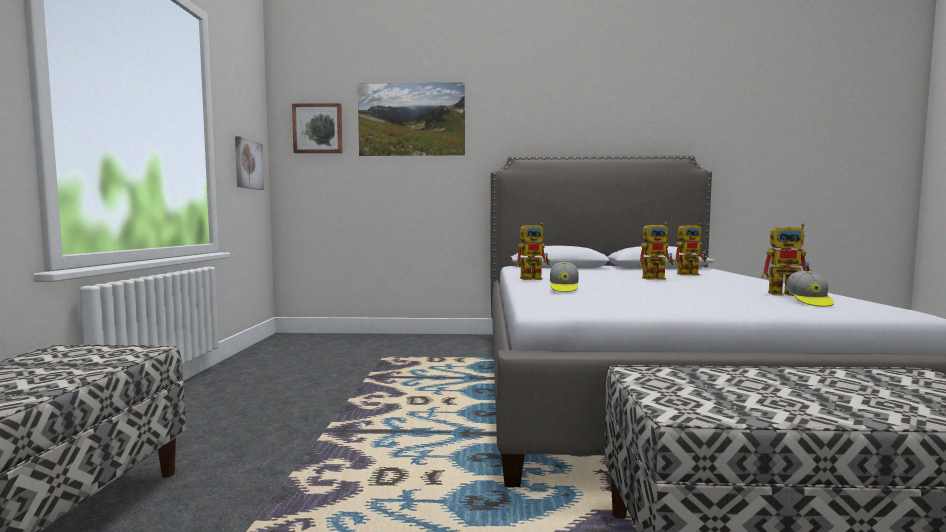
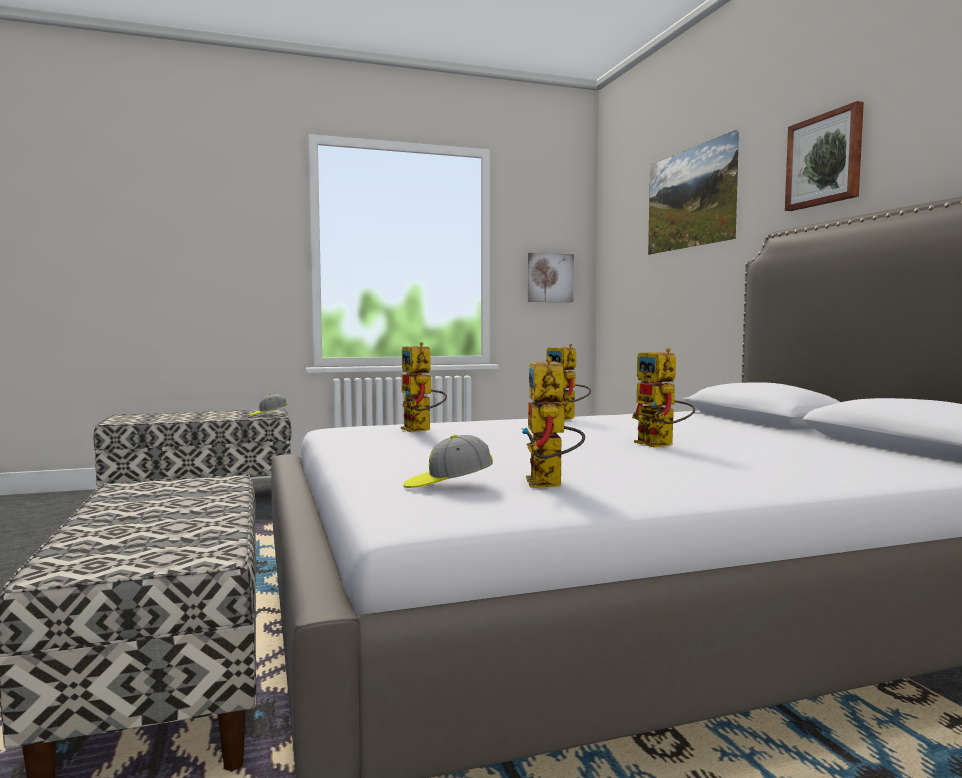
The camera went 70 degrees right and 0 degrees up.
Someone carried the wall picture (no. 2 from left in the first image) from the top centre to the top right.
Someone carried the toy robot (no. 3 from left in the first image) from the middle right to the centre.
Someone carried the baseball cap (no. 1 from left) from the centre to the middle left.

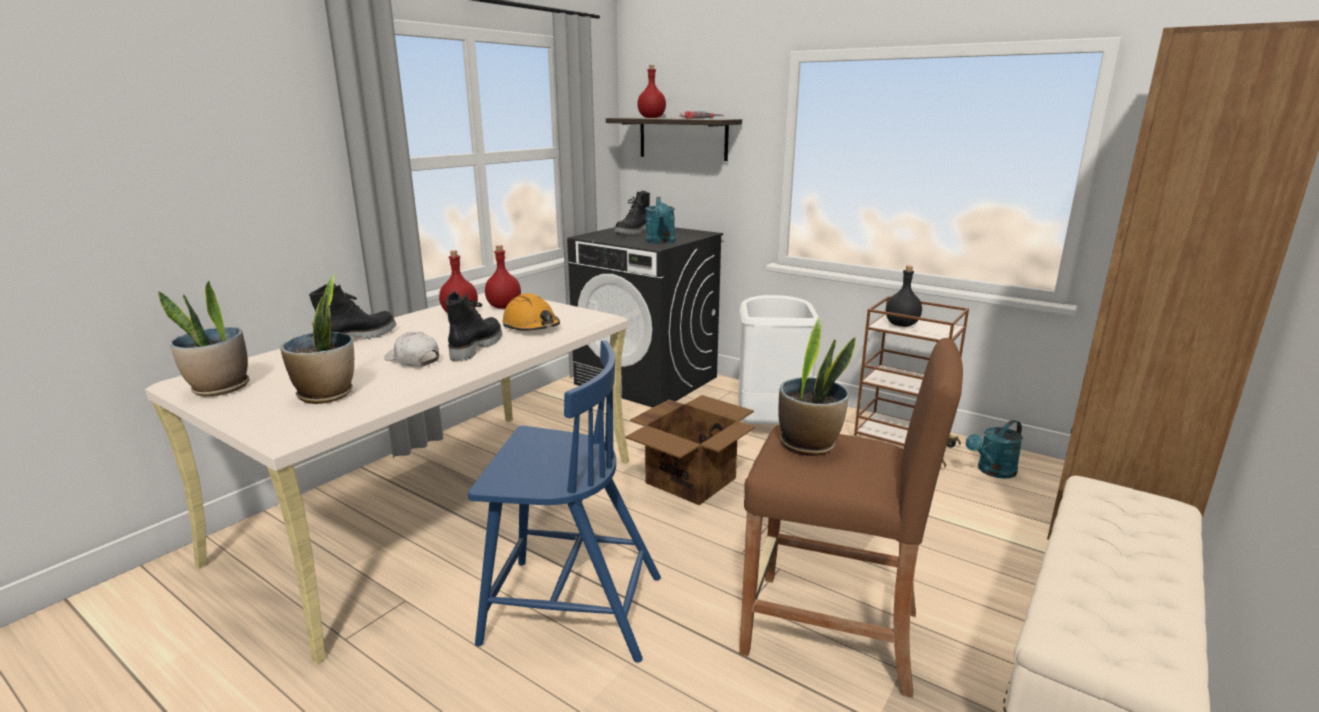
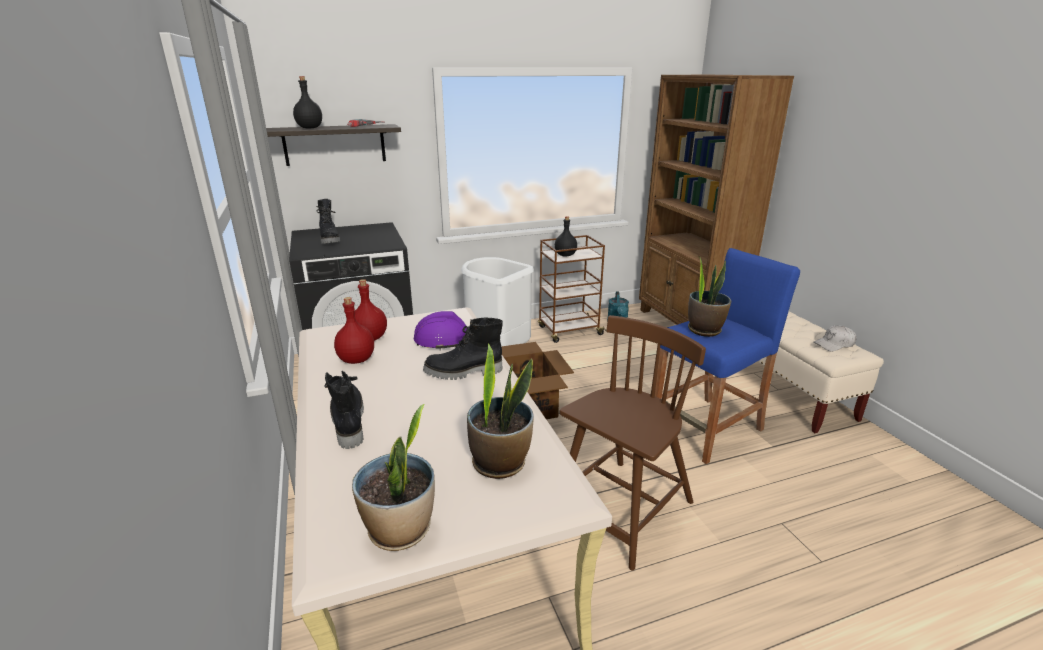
The camera went 55 degrees left and 5 degrees up.
Someone repainted the bottle (red-coloured) (no. 3 from left) at the top centre, which became the bottle (black-coloured) (no. 1 from left) at the top left.
Someone took away the watering can (turquoise-coloured) (no. 1 from left) at the top centre.
Someone rotated the high-top boot (black-coloured) (no. 2 from left in the first image) at the centre by 60 degrees counterclockwise.
Someone repainted the work helmet (orange-coloured) at the centre, which became the work helmet (purplish) at the centre.
Someone carried the baseball cap (white-coloured) from the middle left to the middle right.
Someone repainted the sitting stool (brownish) at the bottom centre, which became the sitting stool (blue-coloured) at the middle right.
Someone repainted the chair (blue-coloured) at the bottom centre, which became the chair (brownish) at the bottom centre.

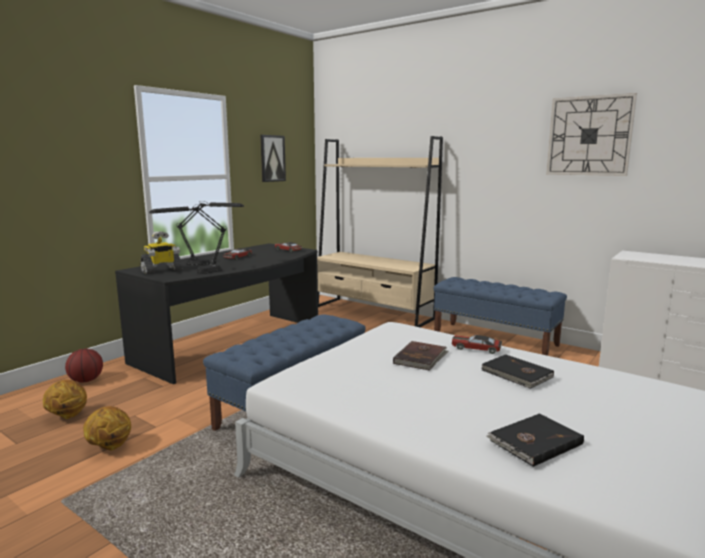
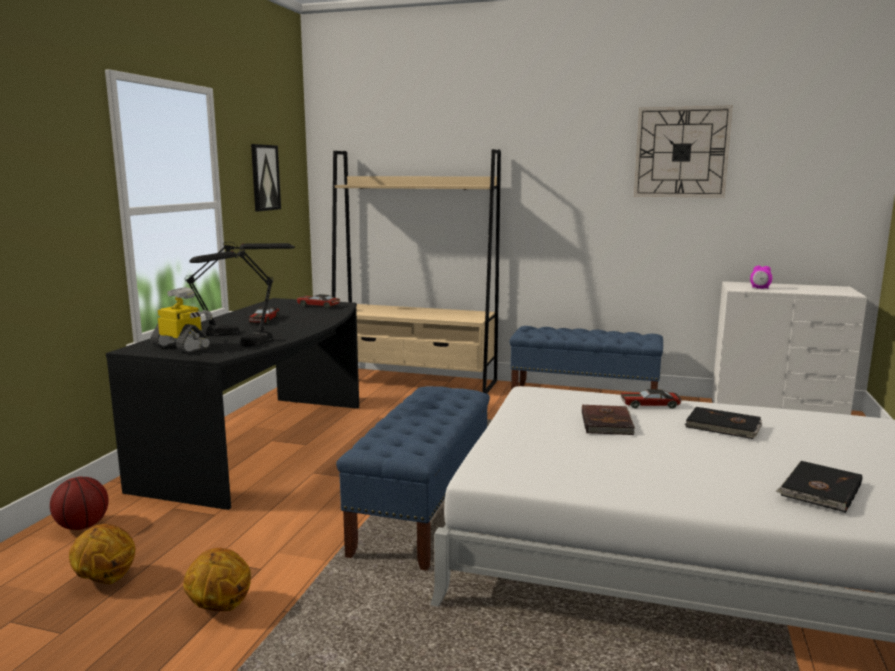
The camera went 20 degrees left and 0 degrees up.
Someone rotated the toy robot at the middle left by 90 degrees counterclockwise.
Someone put down the table clock at the middle right.

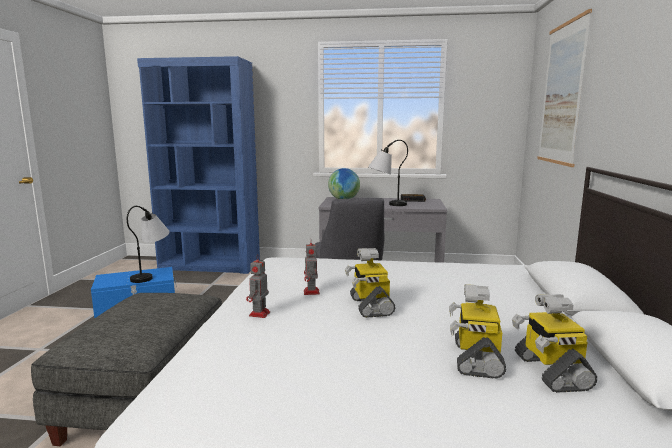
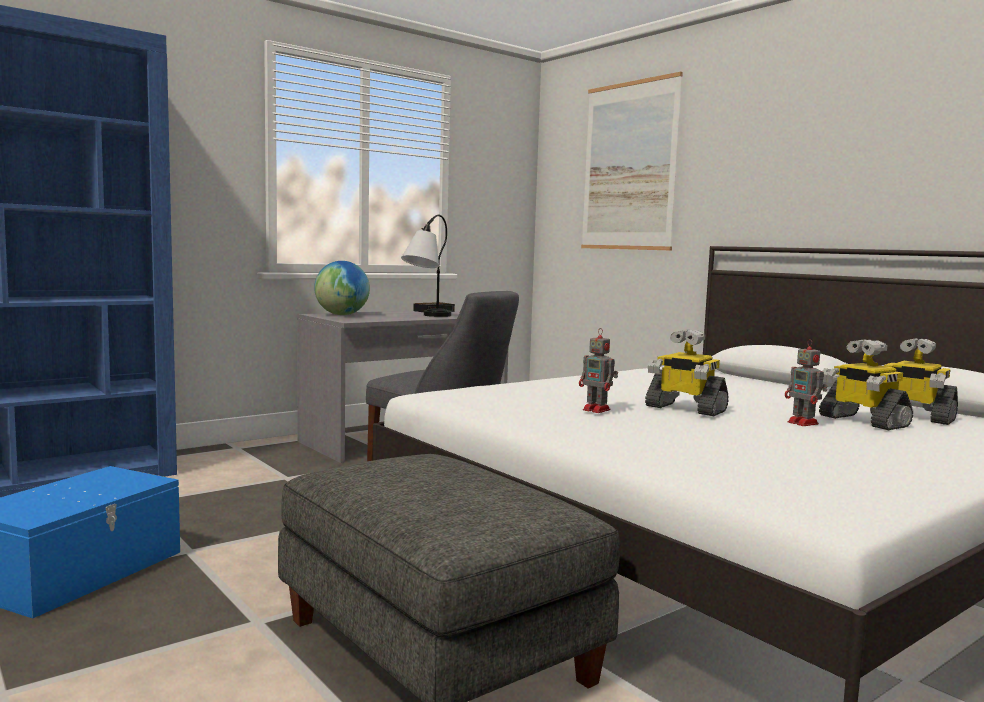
The camera went 45 degrees left and 5 degrees down.
Someone took away the lamp for a table (no. 1 from left) at the middle left.
Someone carried the toy robot (no. 1 from left in the first image) from the centre to the middle right.

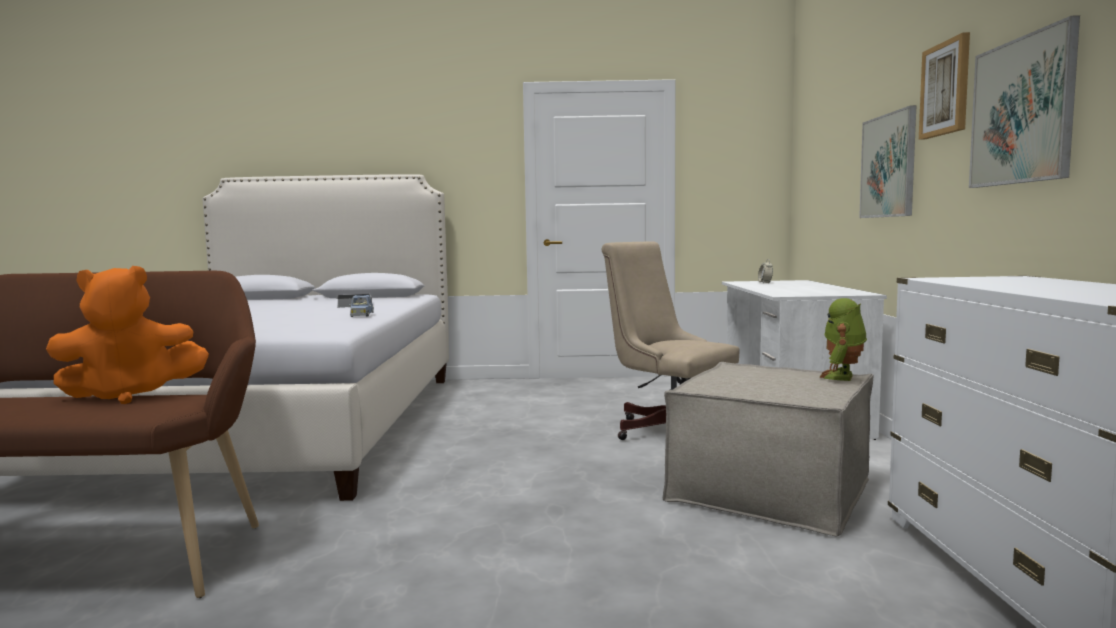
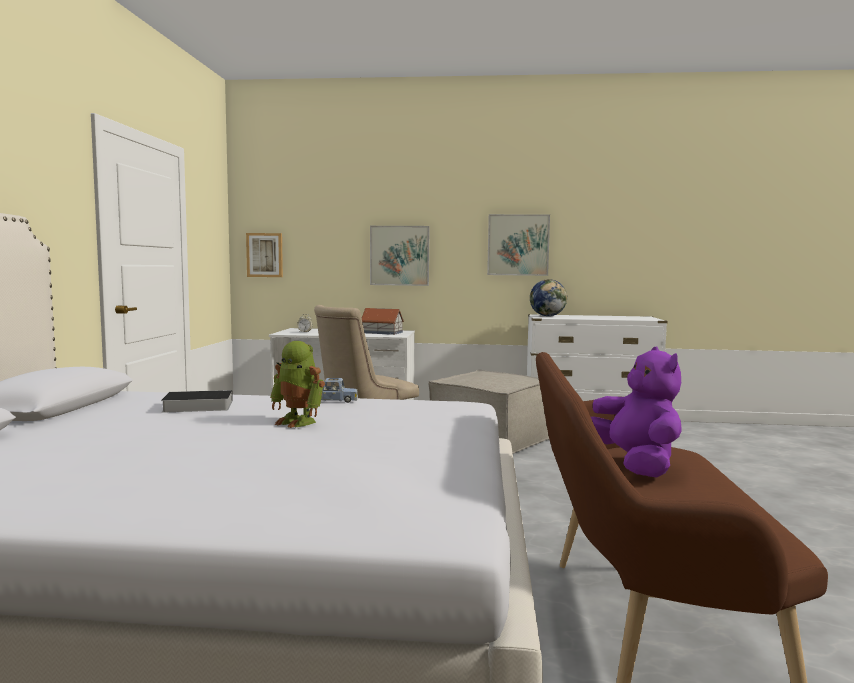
The camera went 85 degrees left and 0 degrees up.
Someone carried the wall picture (no. 2 from left in the first image) from the top right to the middle left.
Someone repainted the cuddly toy (orange-coloured) at the middle left, which became the cuddly toy (purplish) at the middle right.
Someone carried the toy robot from the middle right to the centre.
Someone put down the globe at the centre.
Someone put down the model house at the centre.

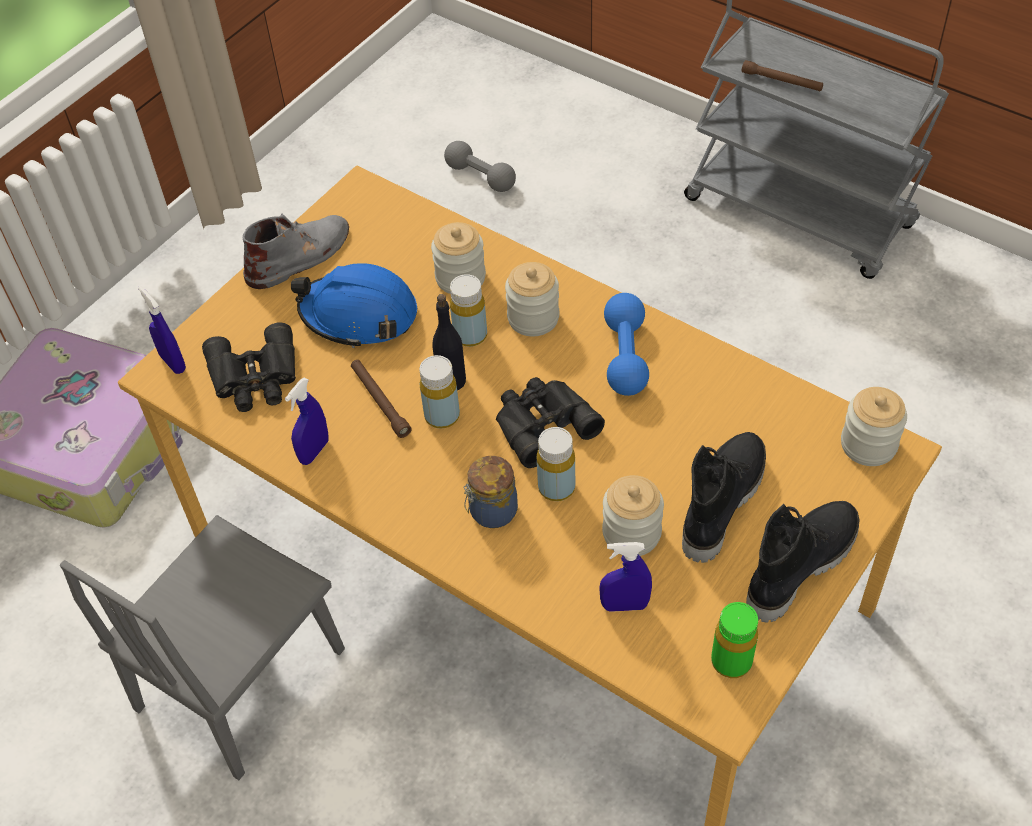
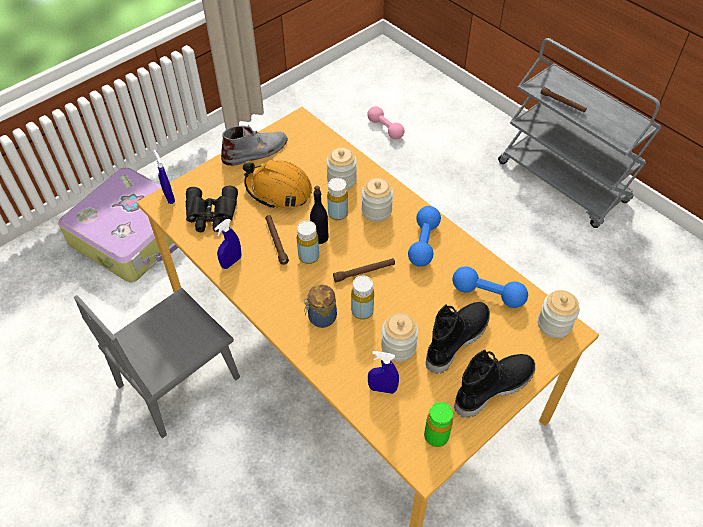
The camera went 10 degrees right and 0 degrees up.
Someone repainted the hand weight (grey) at the top centre, which became the hand weight (pinkish) at the top centre.
Someone repainted the work helmet (blue-coloured) at the centre, which became the work helmet (orange-coloured) at the centre.
Someone swapped the field glasses (black-coloured) (no. 2 from left) at the centre for the flashlight (brownish) (no. 2 from left) at the centre.
Someone put down the hand weight (blue-coloured) (no. 2 from left) at the middle right.

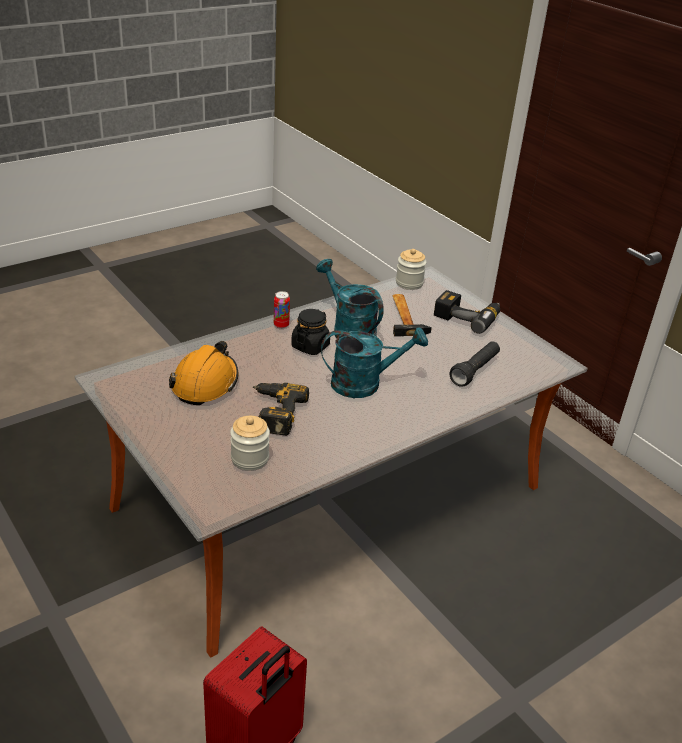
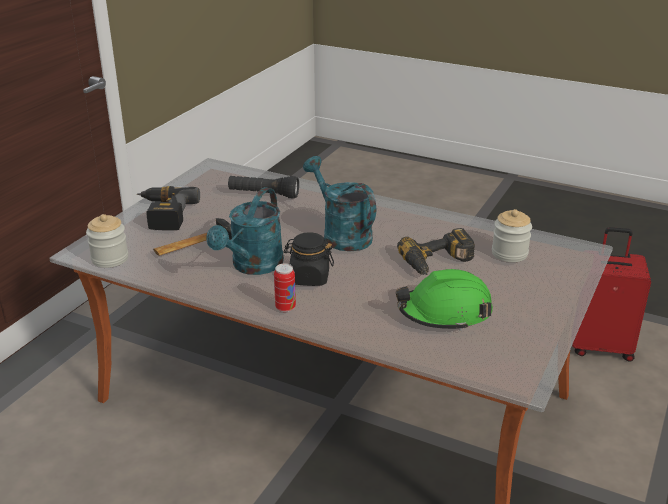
The camera went 115 degrees left and 5 degrees down.
Someone repainted the work helmet (orange-coloured) at the middle left, which became the work helmet (green-coloured) at the centre.

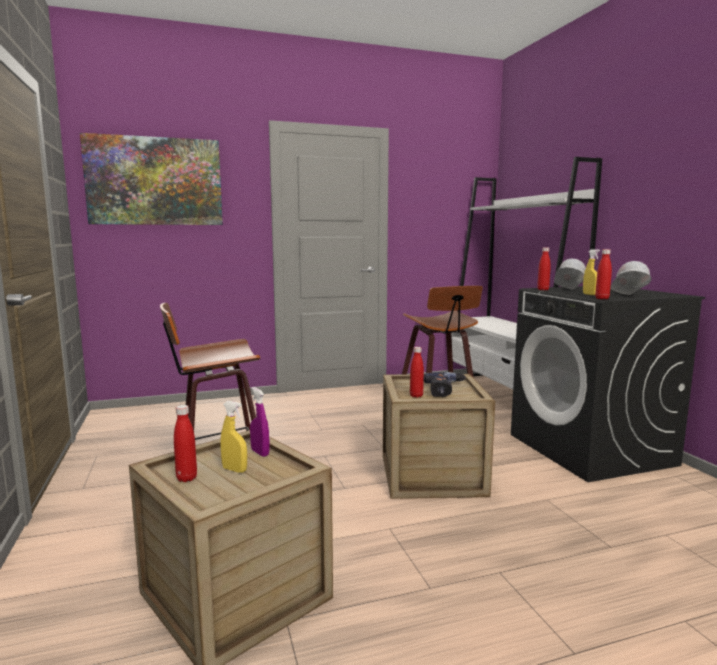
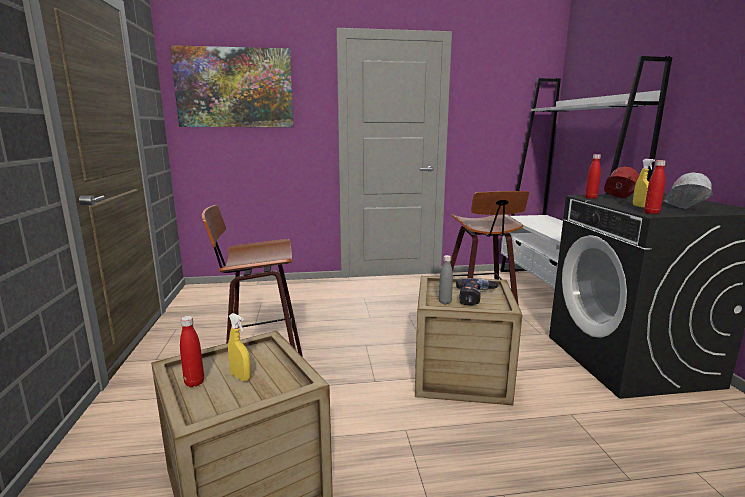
The camera went 10 degrees right and 5 degrees up.
Someone repainted the work helmet (white-coloured) (no. 1 from left) at the middle right, which became the work helmet (red-coloured) at the middle right.
Someone repainted the bottle (red-coloured) (no. 2 from left) at the centre, which became the bottle (grey) at the centre.
Someone took away the sprayer (purplish) at the centre.

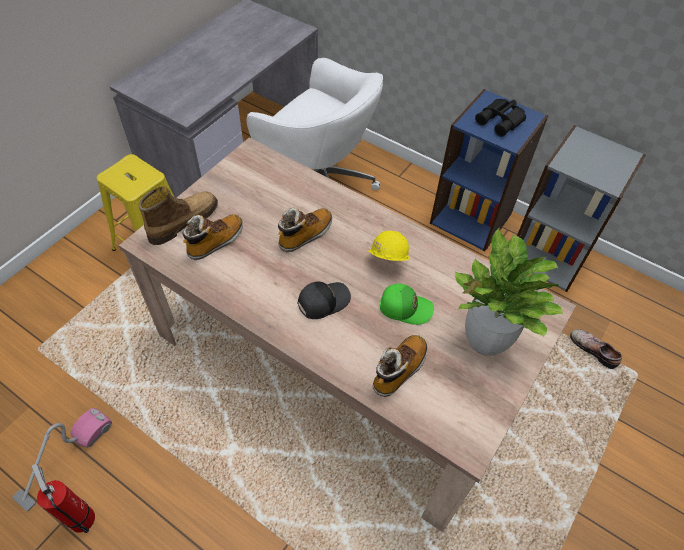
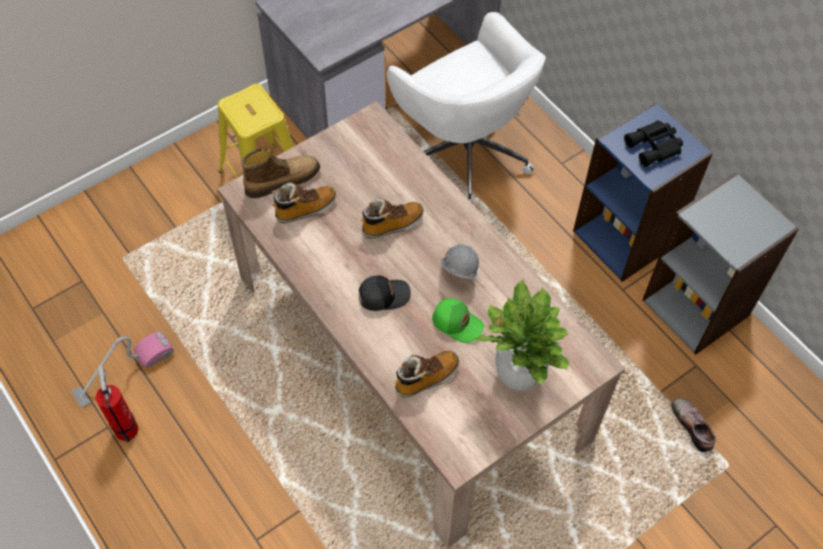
The camera went 20 degrees right and 5 degrees up.
Someone repainted the work helmet (yellow-coloured) at the centre, which became the work helmet (grey) at the centre.

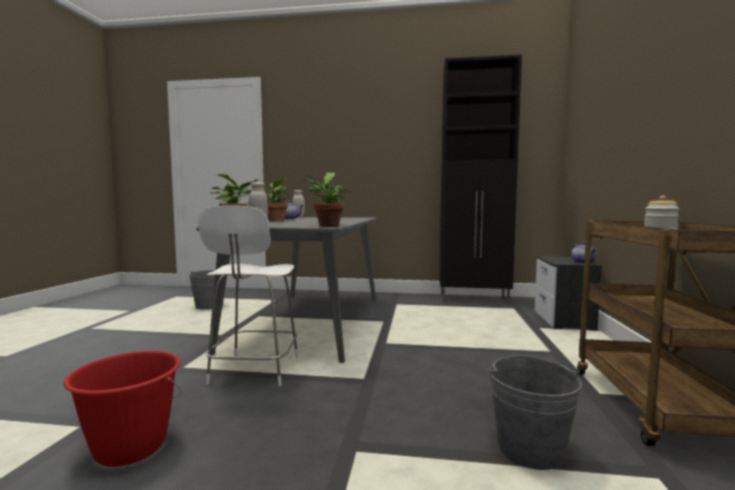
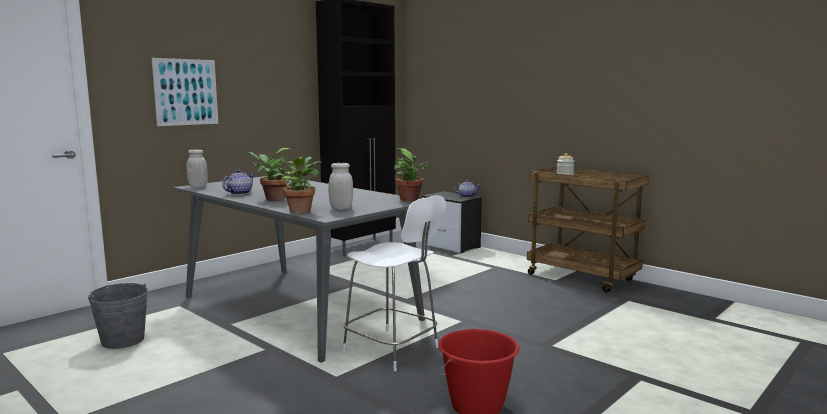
The camera went 55 degrees left and 5 degrees up.
Someone took away the bucket (grey) (no. 2 from left) at the bottom right.
Someone put up the wall picture at the top left.

